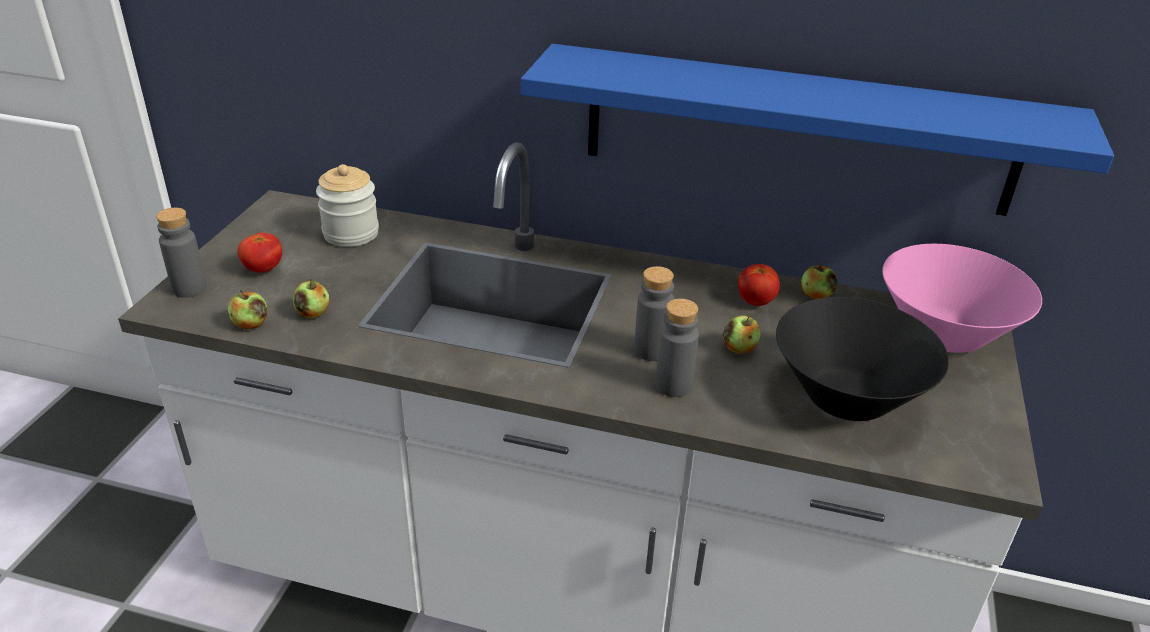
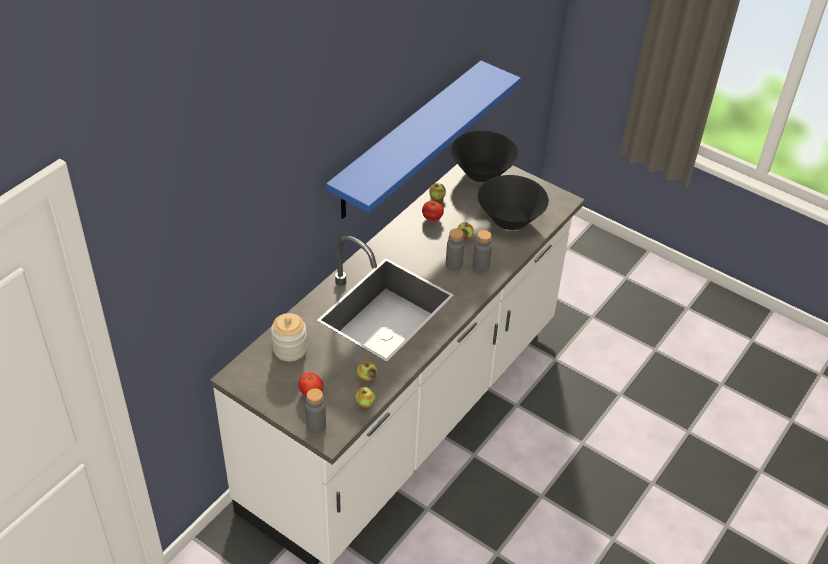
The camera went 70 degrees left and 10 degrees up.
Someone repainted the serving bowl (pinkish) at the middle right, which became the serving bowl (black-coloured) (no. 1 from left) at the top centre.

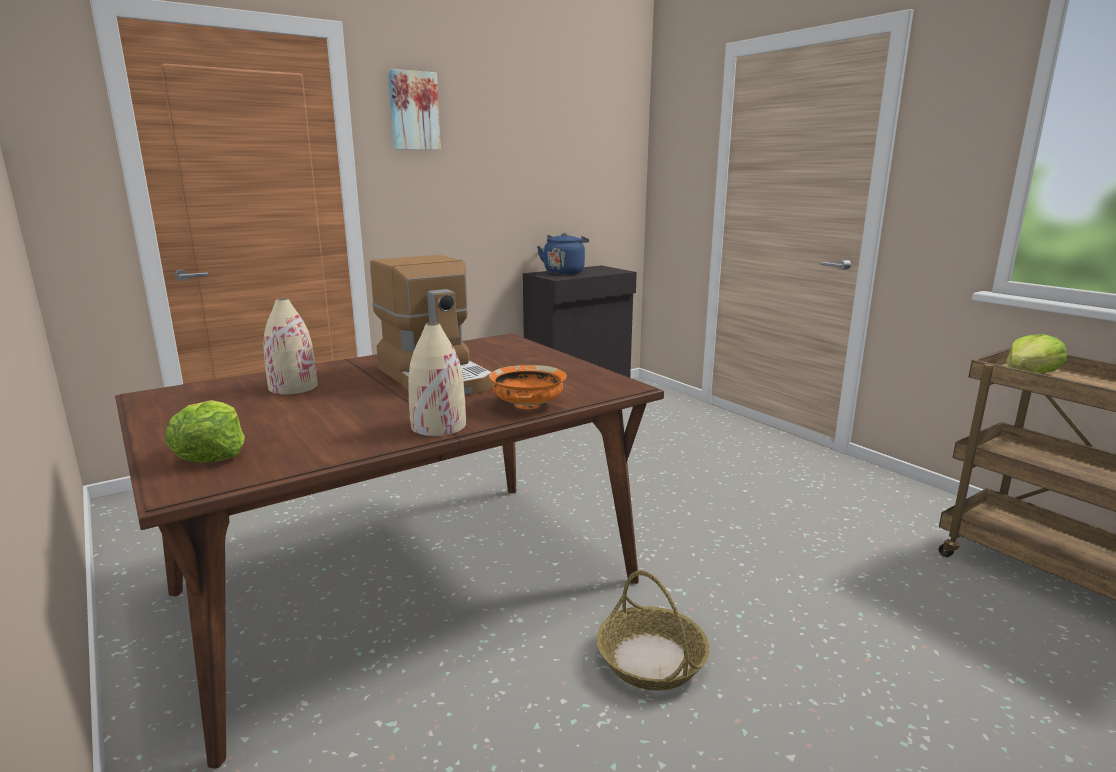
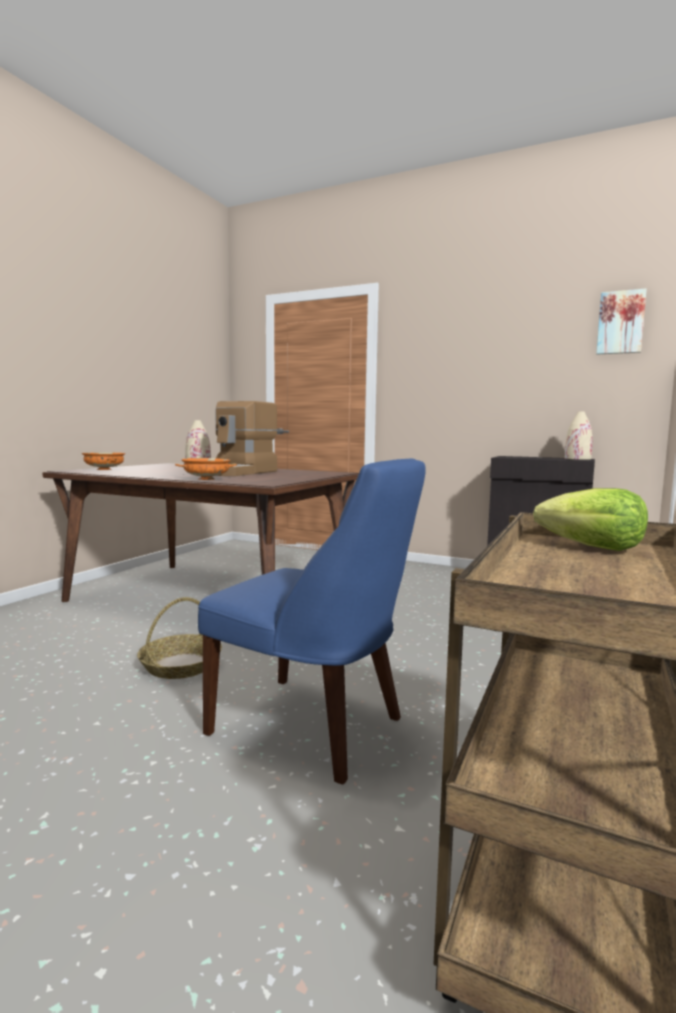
The camera went 60 degrees right and 10 degrees down.
Someone carried the wall picture from the top centre to the top right.
Someone took away the tea kettle (blue-coloured) at the top centre.
Someone carried the decorative vase (sand-coloured) (no. 2 from left) from the centre to the middle right.
Someone swapped the lettuce (no. 1 from left) at the middle left for the serving bowl (orange-coloured) (no. 1 from left) at the middle left.
Someone put down the chair (blue-coloured) at the centre.

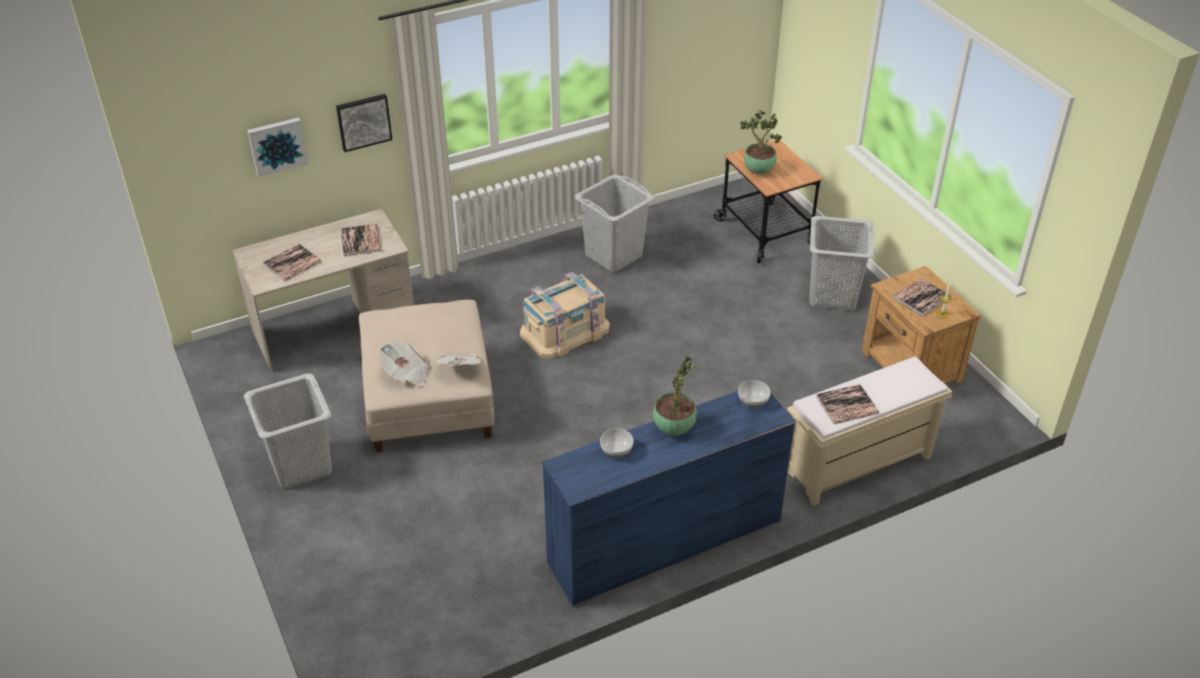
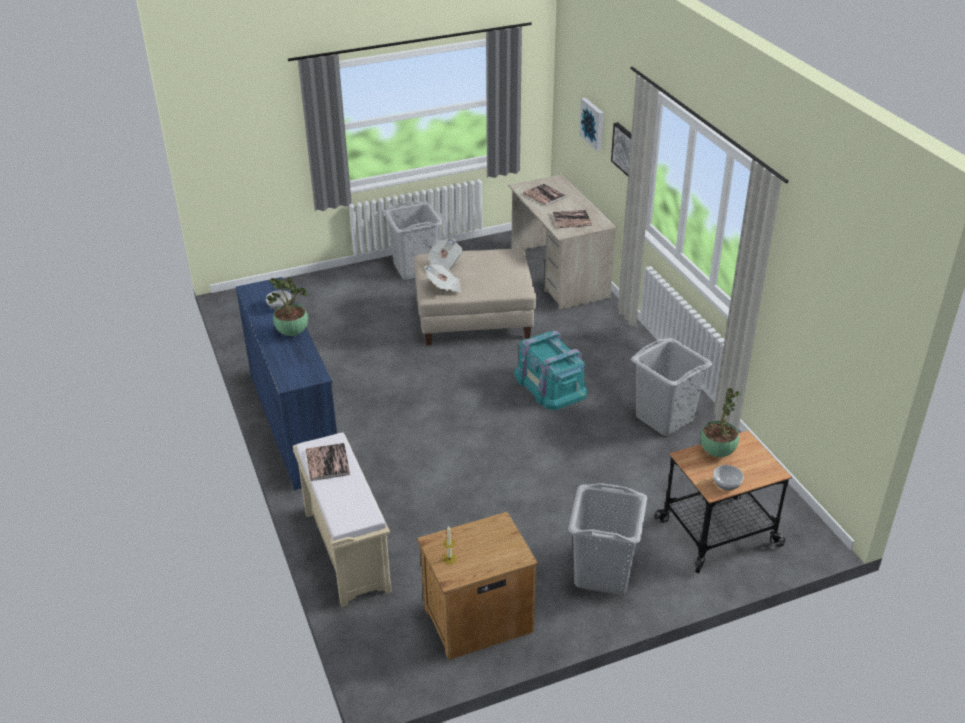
The camera went 95 degrees right and 5 degrees down.
Someone repainted the storage bin (sand-coloured) at the centre, which became the storage bin (turquoise-coloured) at the centre.
Someone took away the volume (no. 4 from left) at the middle right.
Someone carried the serving bowl (no. 2 from left) from the centre to the middle right.

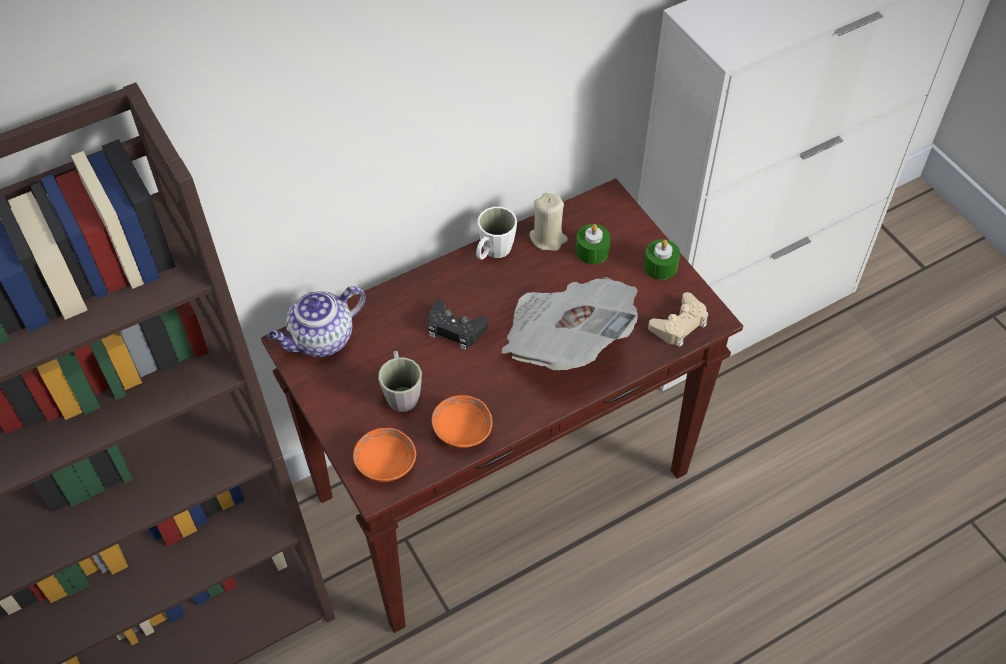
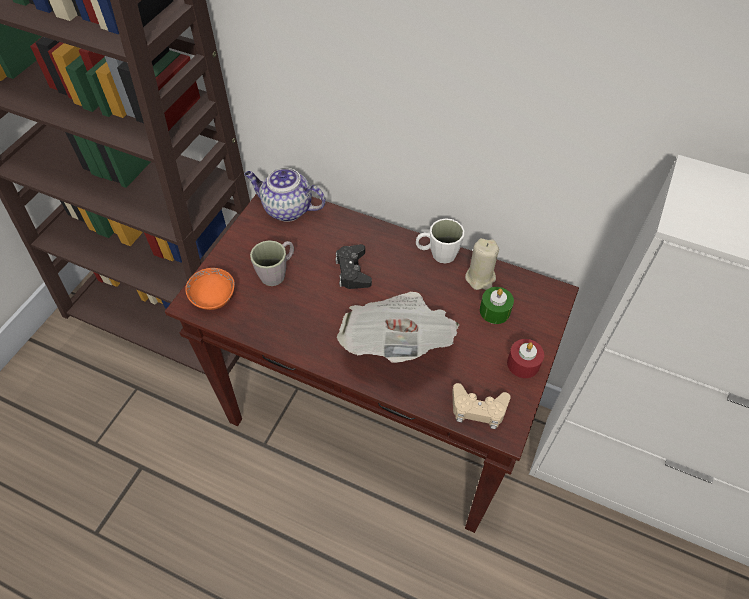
The camera went 55 degrees right and 0 degrees up.
Someone repainted the wax light (green-coloured) (no. 2 from left) at the centre, which became the wax light (red-coloured) at the middle right.
Someone took away the serving bowl (orange-coloured) (no. 2 from left) at the centre.

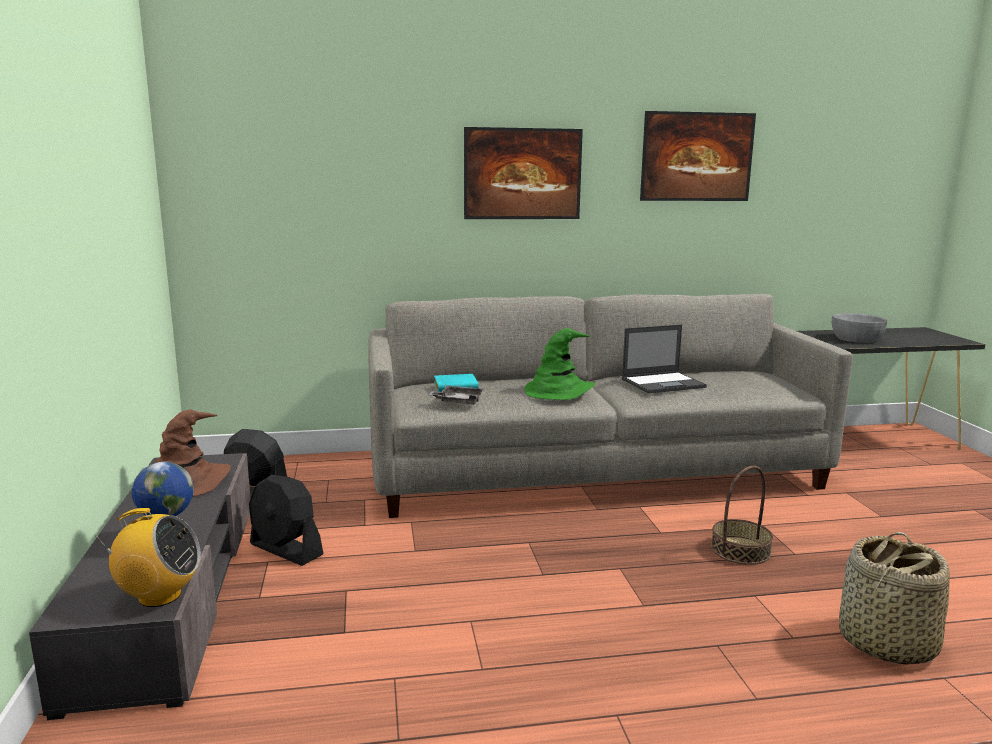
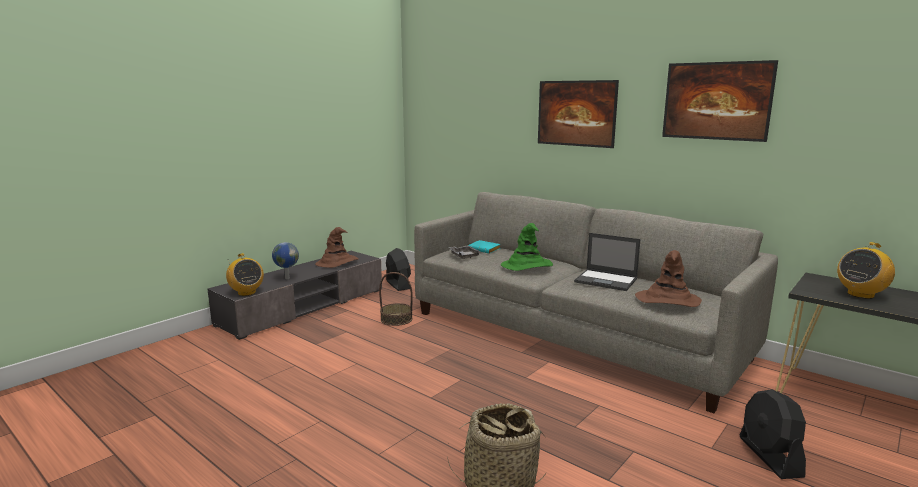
The camera went 50 degrees right and 0 degrees up.
Someone swapped the serving bowl (grey) at the middle right for the radio (no. 2 from left) at the middle right.
Someone carried the household basket (no. 1 from left) from the bottom right to the centre.
Someone carried the electric fan (black-coloured) (no. 2 from left) from the bottom left to the bottom right.
Someone put down the clothing hat (brownish) (no. 2 from left) at the middle right.

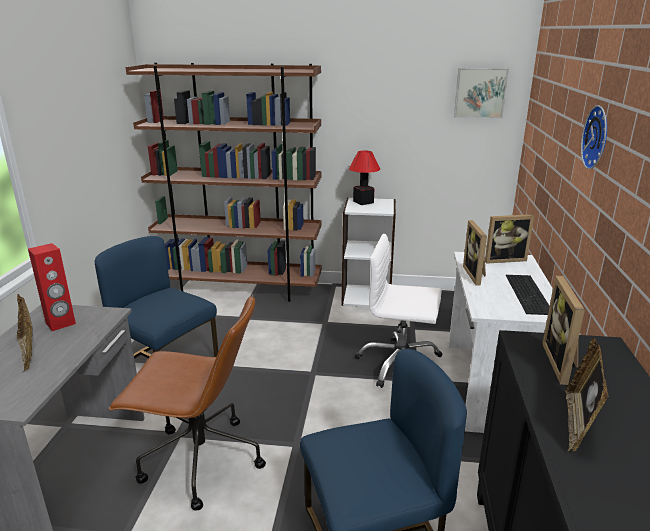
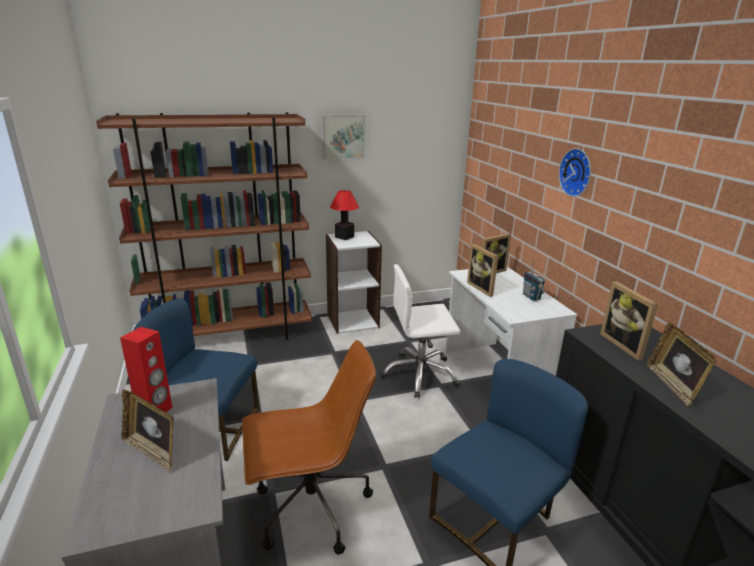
The camera went 25 degrees left and 0 degrees up.
Someone carried the wall picture from the top right to the top centre.
Someone swapped the PC keyboard at the middle right for the radio at the middle right.

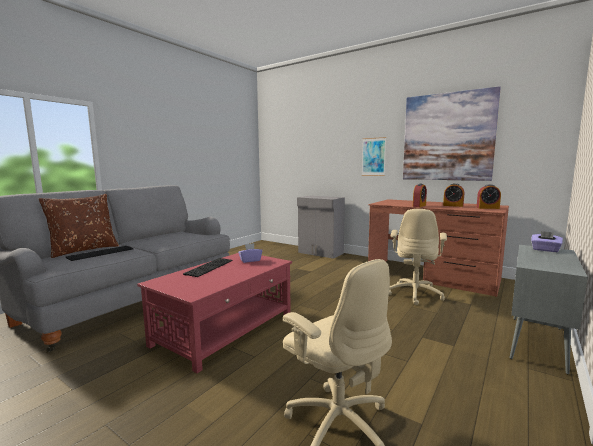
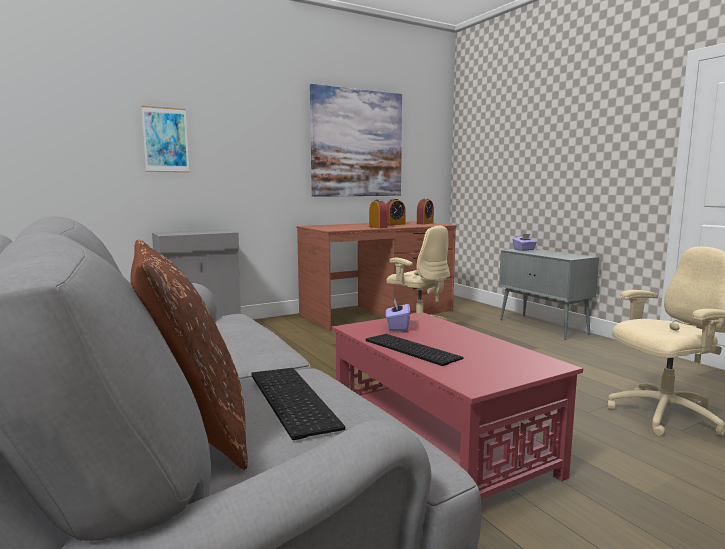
The camera went 65 degrees left and 0 degrees up.
Someone carried the wall picture (no. 1 from left) from the centre to the top left.

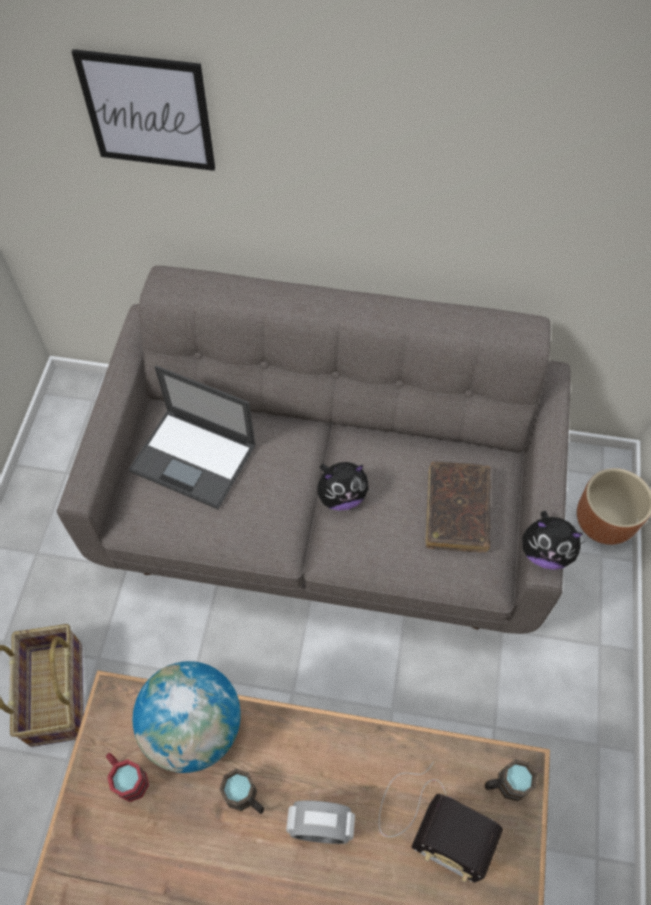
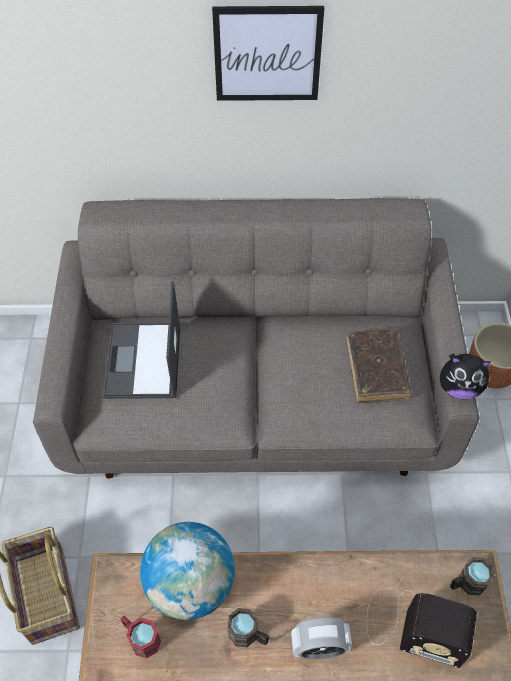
The camera went 10 degrees left and 5 degrees down.
Someone carried the wall picture from the top left to the top centre.
Someone rotated the portable computer at the middle left by 75 degrees clockwise.
Someone took away the cuddly toy (no. 1 from left) at the centre.

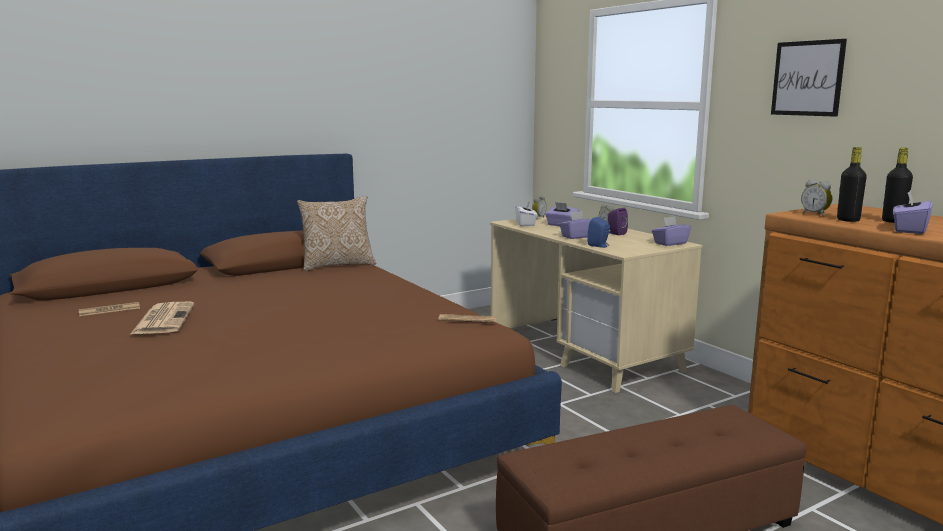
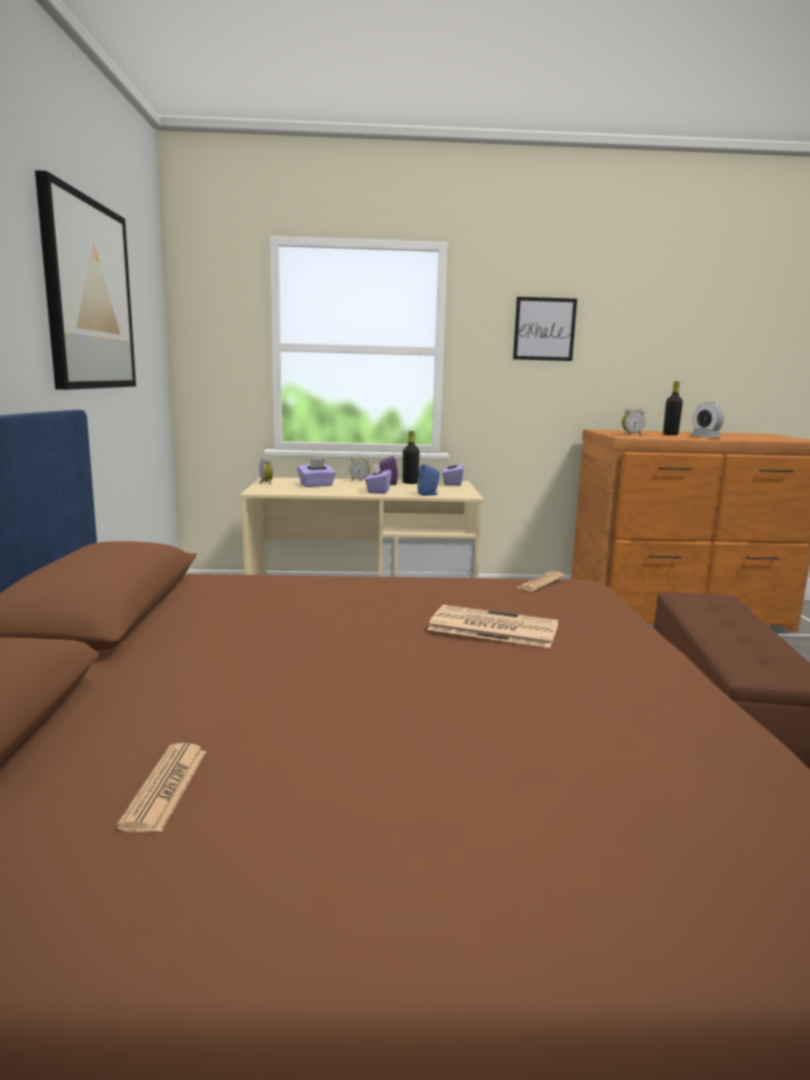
The camera went 60 degrees left and 0 degrees up.
Someone carried the bottle (black-coloured) (no. 1 from left) from the middle right to the centre.
Someone swapped the box of tissues (purplish) (no. 4 from left) at the middle right for the table clock (no. 4 from left) at the middle right.
Someone took away the pillow at the centre.
Someone took away the box of tissues (white-coloured) at the centre.
Someone carried the printed paper (no. 2 from left) from the middle left to the centre.
Someone put up the wall picture (no. 1 from left) at the top left.

